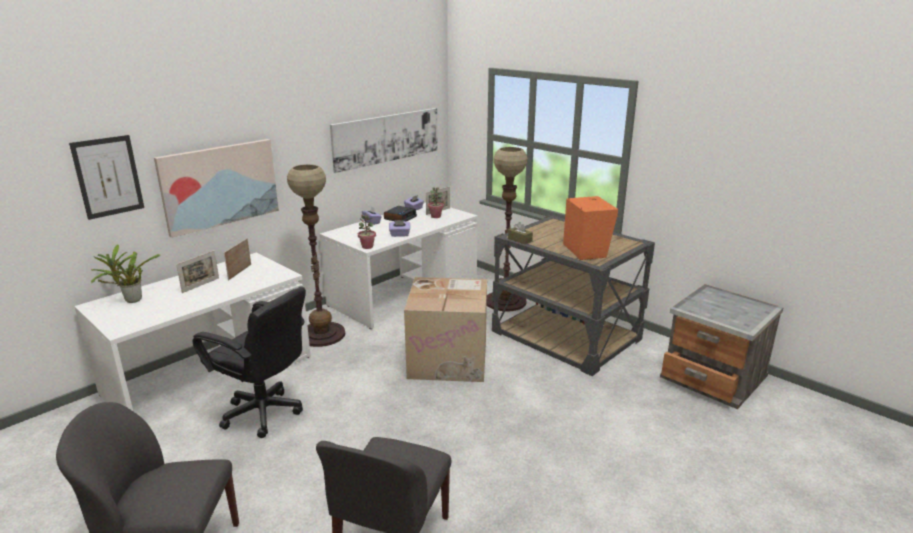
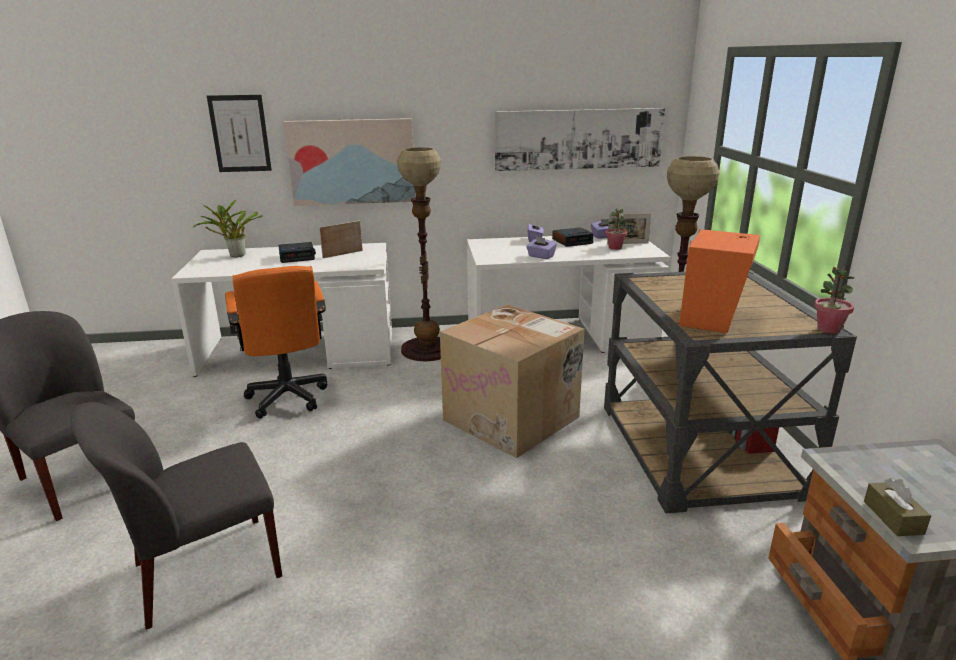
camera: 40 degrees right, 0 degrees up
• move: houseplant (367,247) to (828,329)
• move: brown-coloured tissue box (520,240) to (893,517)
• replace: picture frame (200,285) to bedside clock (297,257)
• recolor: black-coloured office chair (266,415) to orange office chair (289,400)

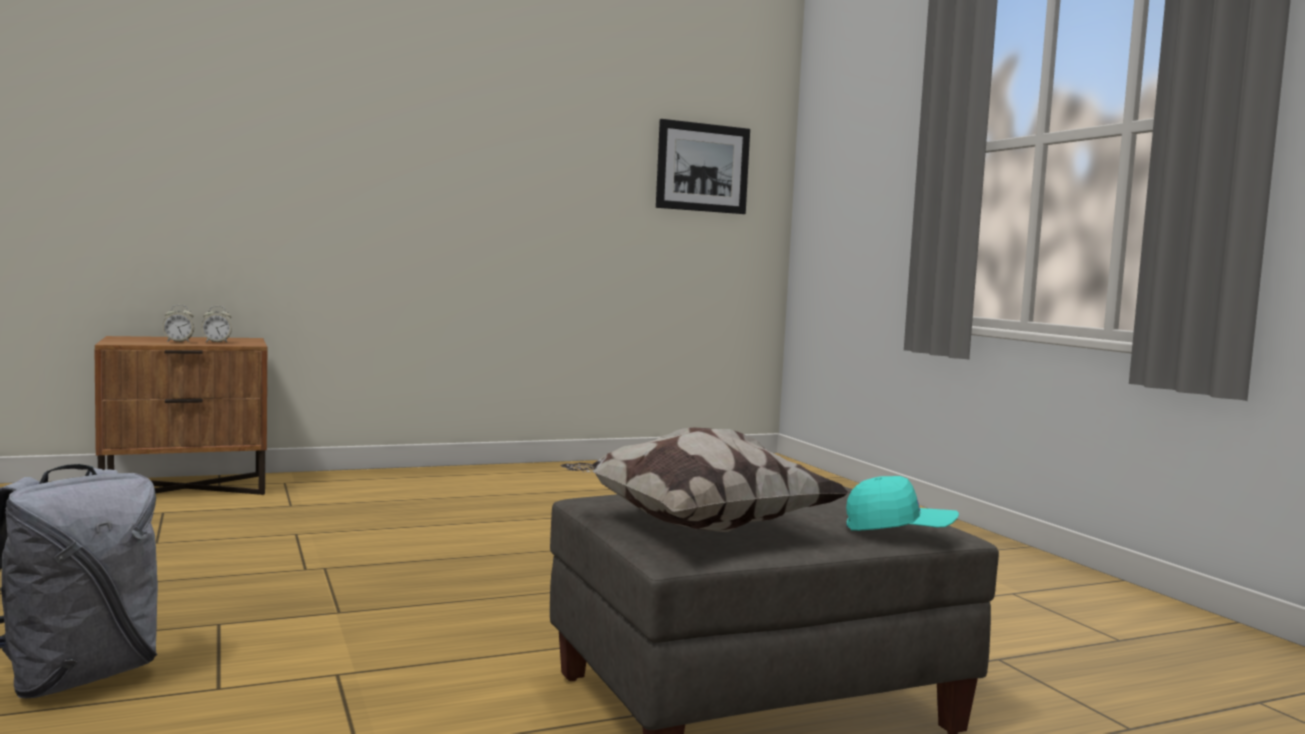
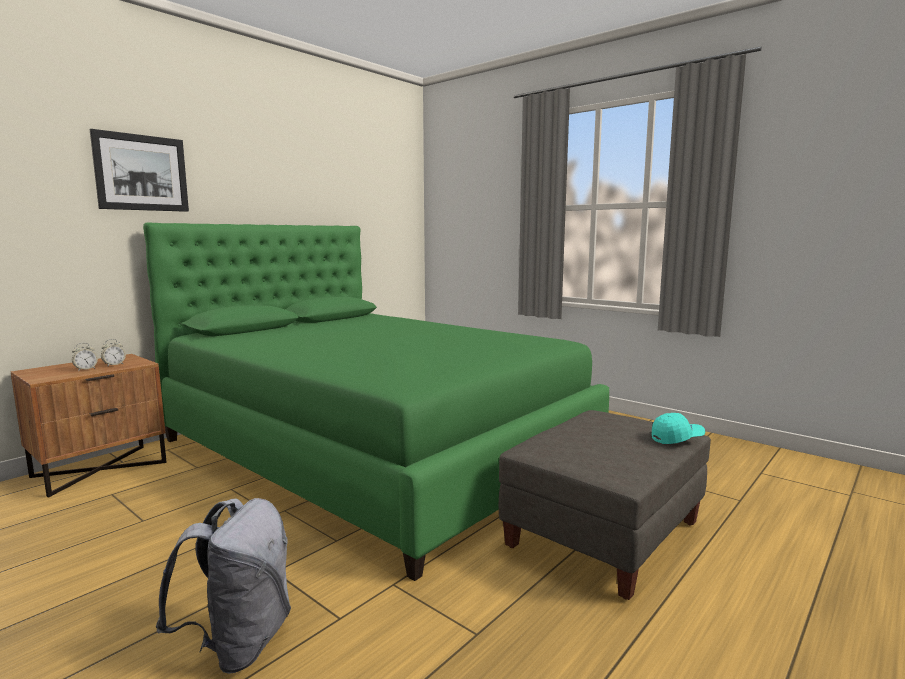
camera: 25 degrees left, 5 degrees up
• delete: throw pillow (696,527)
• insert: greenish sleeping bed (375,448)
• move: picture (702,167) to (141,173)

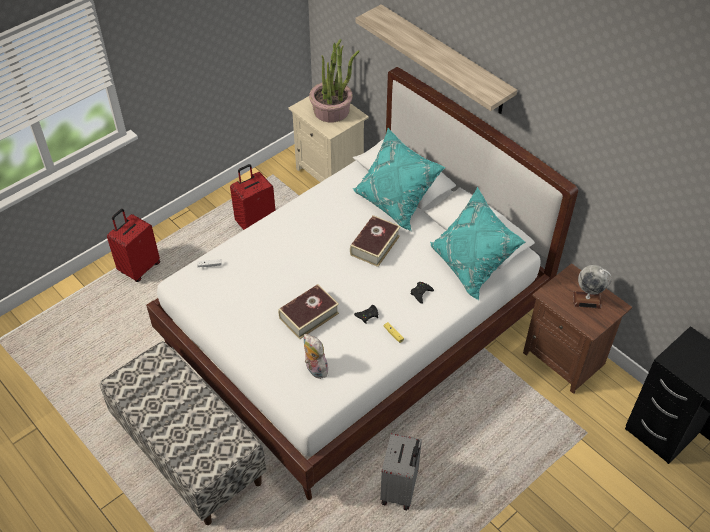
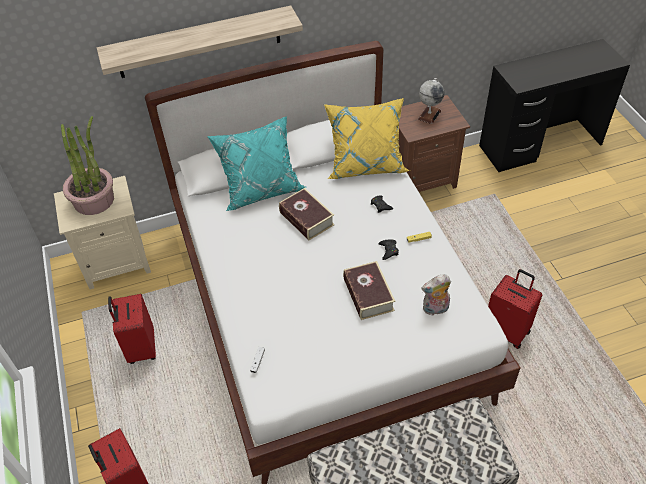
camera: 65 degrees left, 0 degrees up
• recolor: gray travel case (400,489) to reddish travel case (507,330)
• recolor: turquoise-coloured throw pillow (471,265) to yellowish throw pillow (366,163)

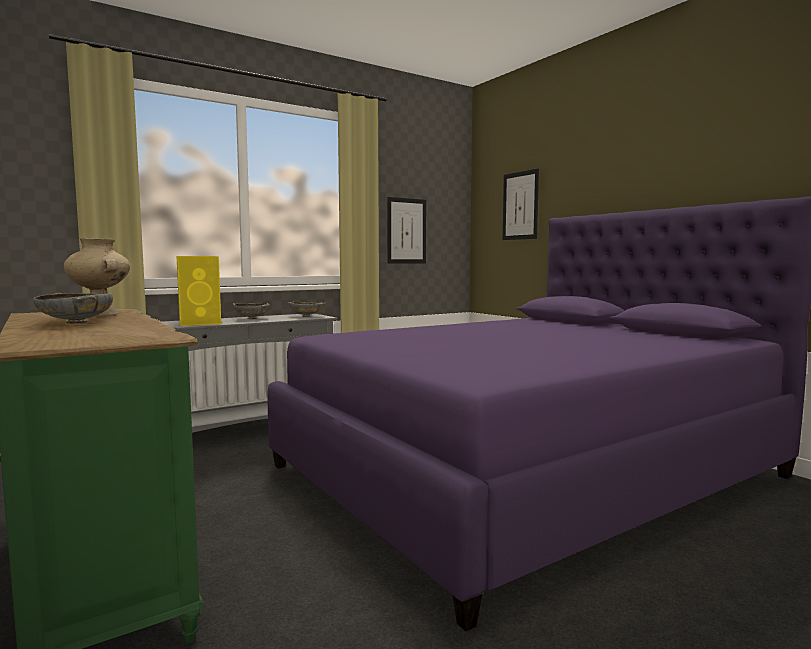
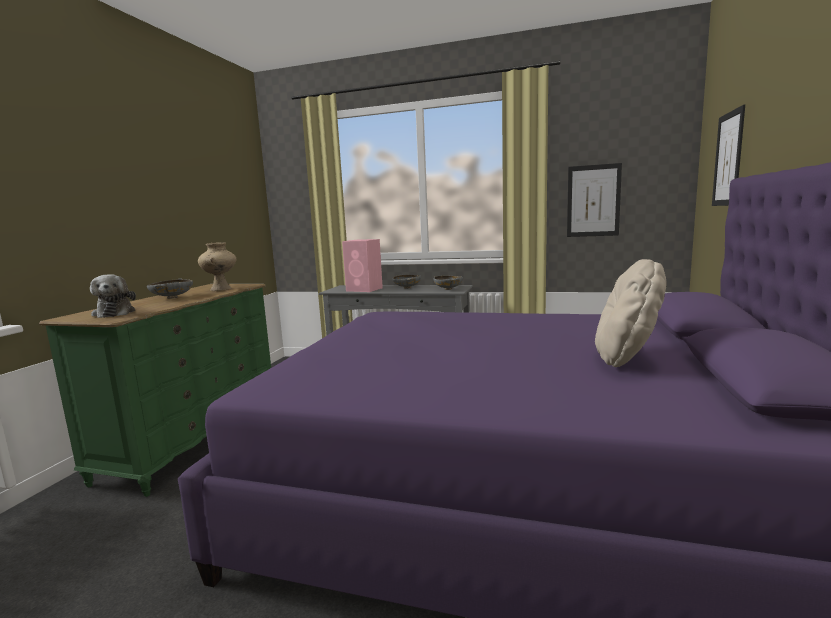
camera: 50 degrees right, 5 degrees up
• insert: plush toy (115,313)
• insert: beige-coloured throw pillow (626,361)
• recolor: yellowish audio speaker (201,323) to pink-coloured audio speaker (365,289)

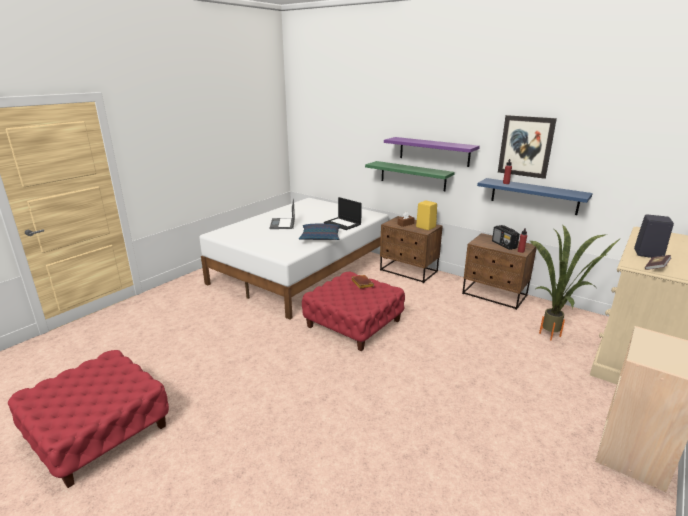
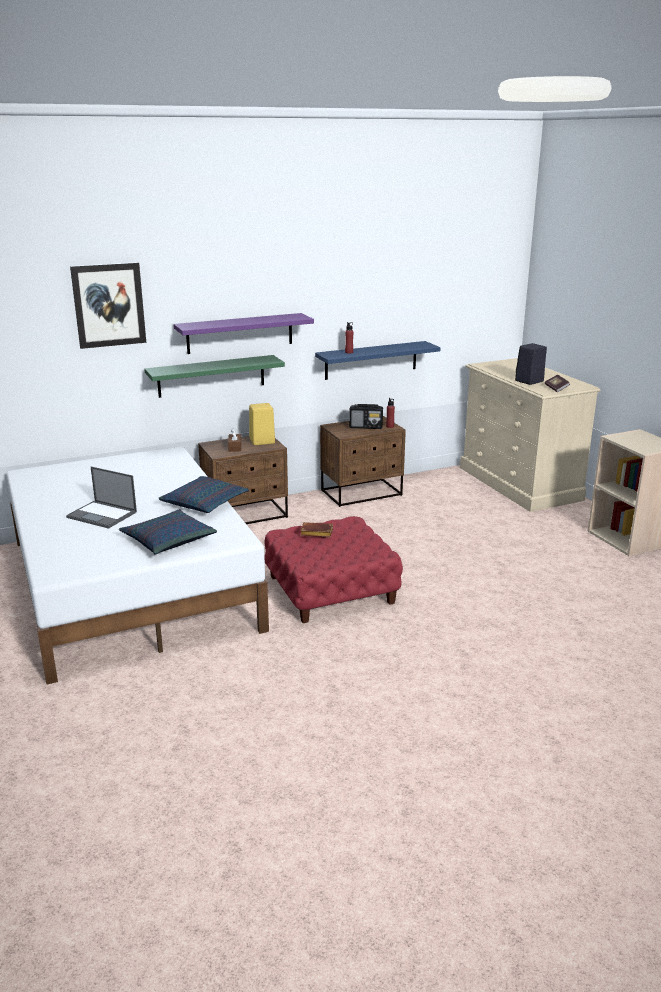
camera: 60 degrees left, 0 degrees up
• delete: reddish pouffe (98,431)
• delete: portable computer (343,223)
• delete: houseplant (555,334)
• insert: blue-coloured throw pillow (168,540)
• move: picture (526,146) to (109,305)

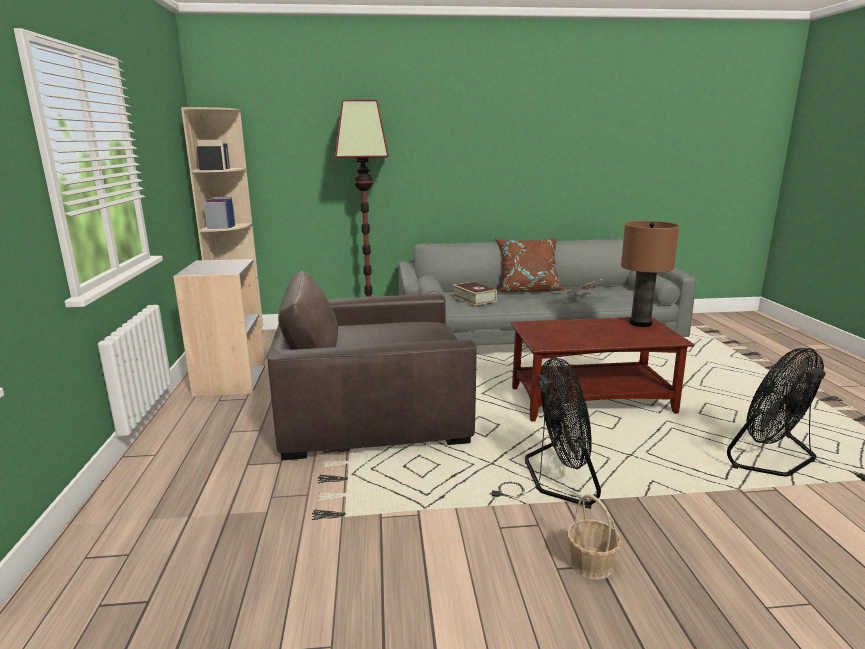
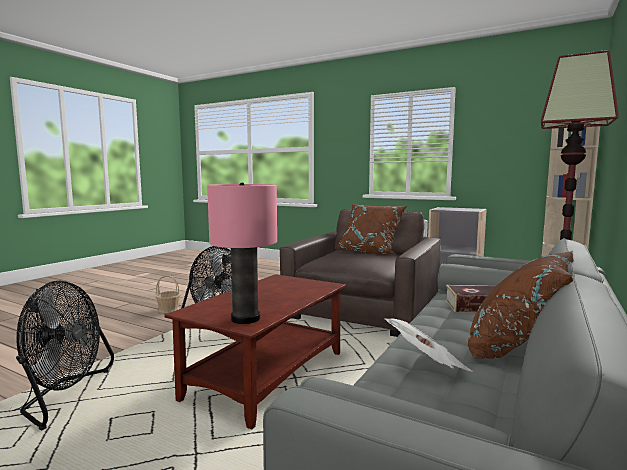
camera: 125 degrees right, 10 degrees down
• insert: brown-coloured throw pillow (370,251)
• recolor: brown-coloured tabletop lamp (640,323) to pink-coloured tabletop lamp (245,318)

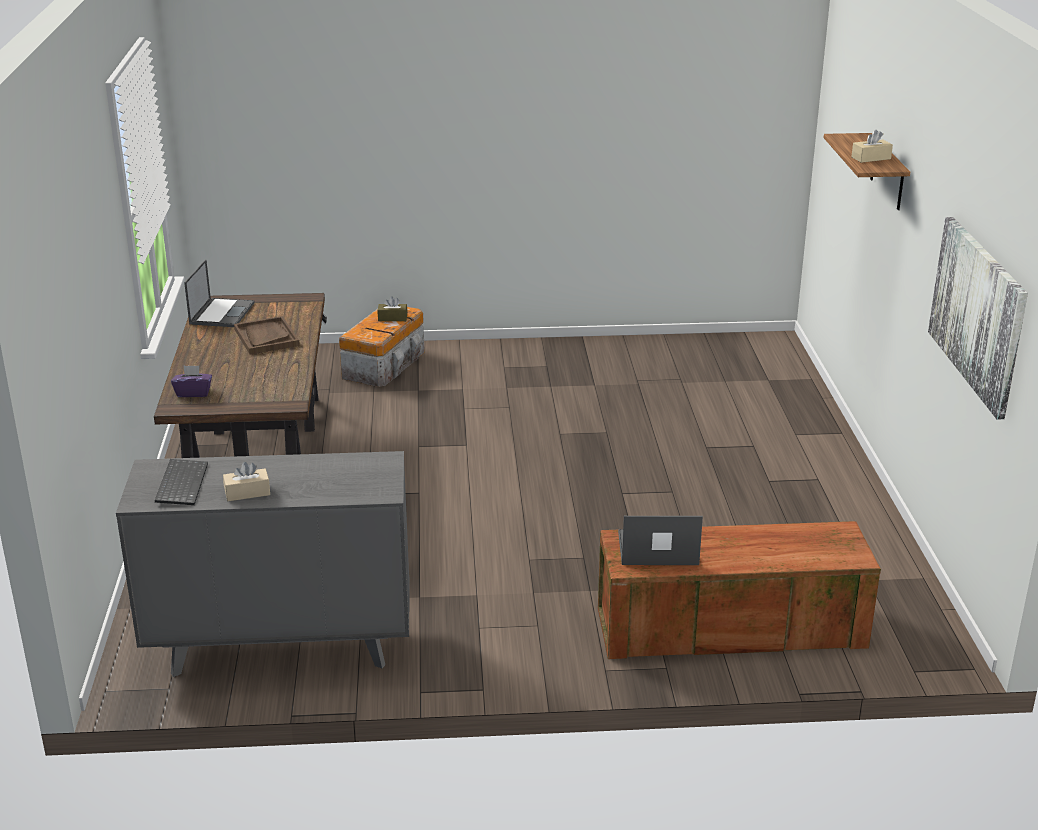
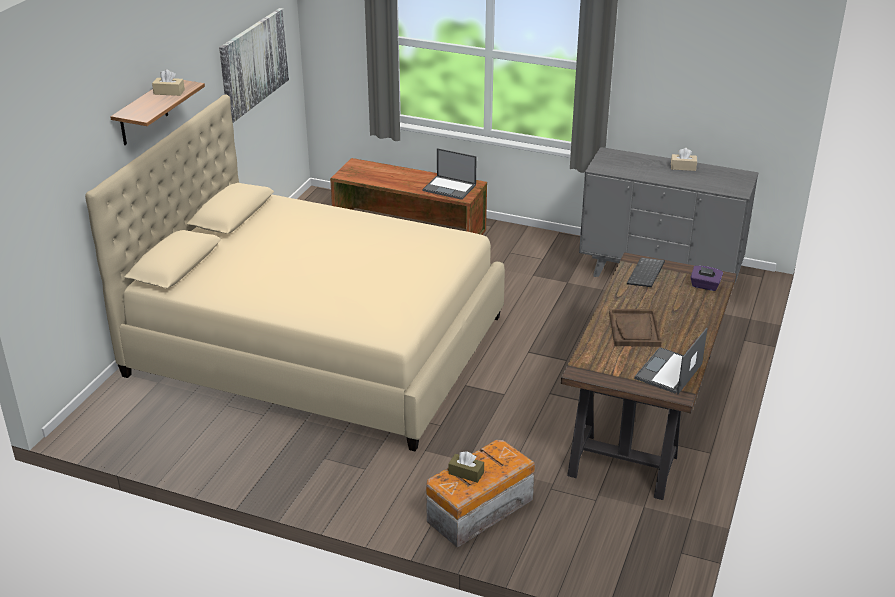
camera: 155 degrees left, 5 degrees up
• insert: beige-coloured sleeping bed (317,345)
• move: computer keyboard (180,483) to (646,274)

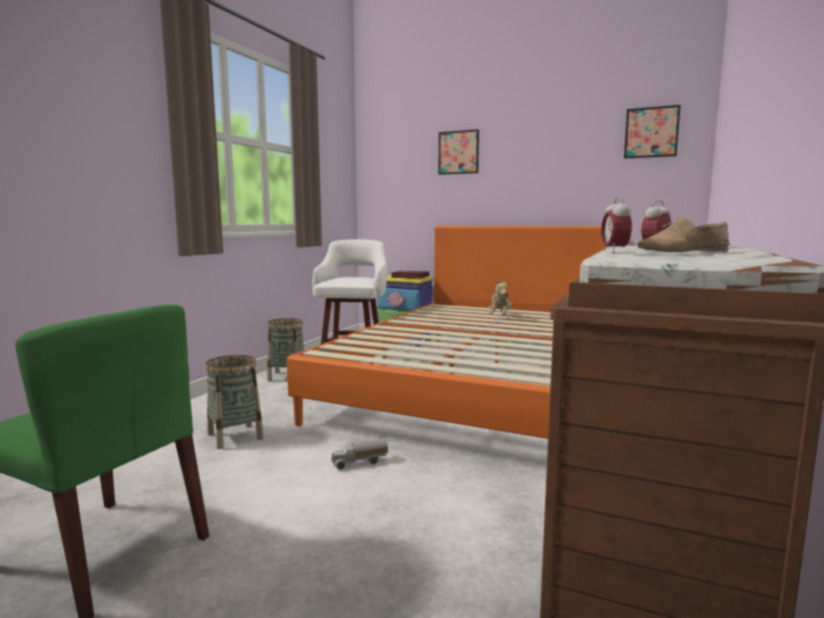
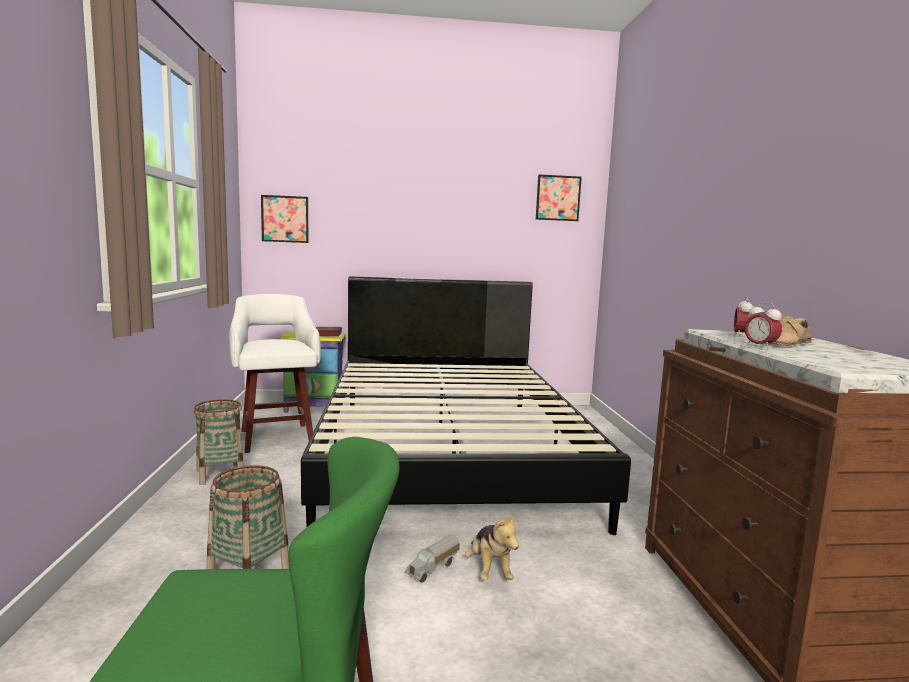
camera: 30 degrees left, 0 degrees up
• move: picture (458,152) to (285,219)
• move: plush toy (500,316) to (489,570)
• recolor: orange sleeping bed (480,386) to black-coloured sleeping bed (448,451)

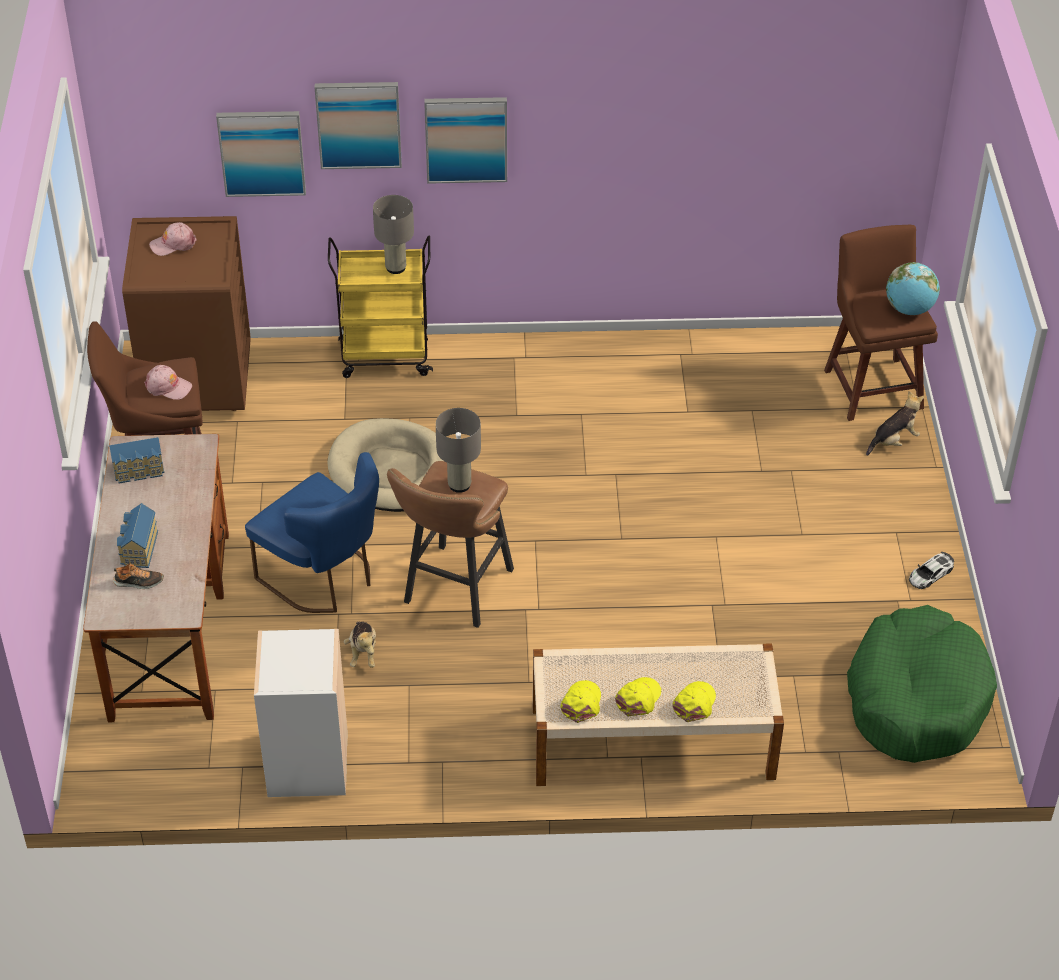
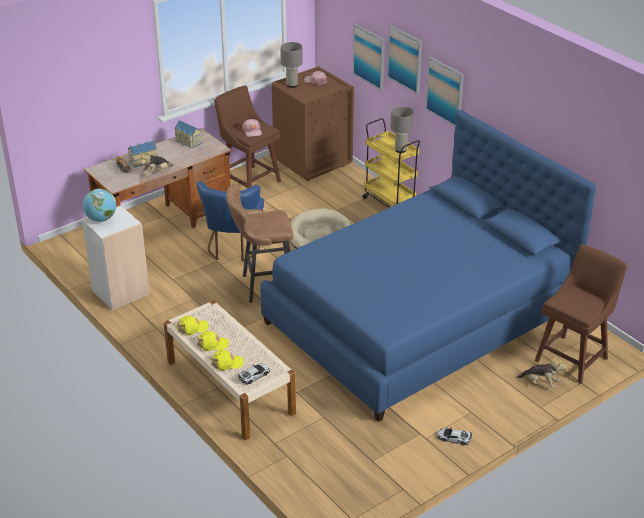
camera: 55 degrees right, 10 degrees down
• delete: greenish dog bed (916,698)
• insert: miniature car (254,375)
• insert: blue-coloured sleeping bed (420,318)
• move: plush toy (363,652) to (156,173)
• move: gray tabletop lamp (460,484) to (292,85)
• move: globe (909,309) to (101,219)

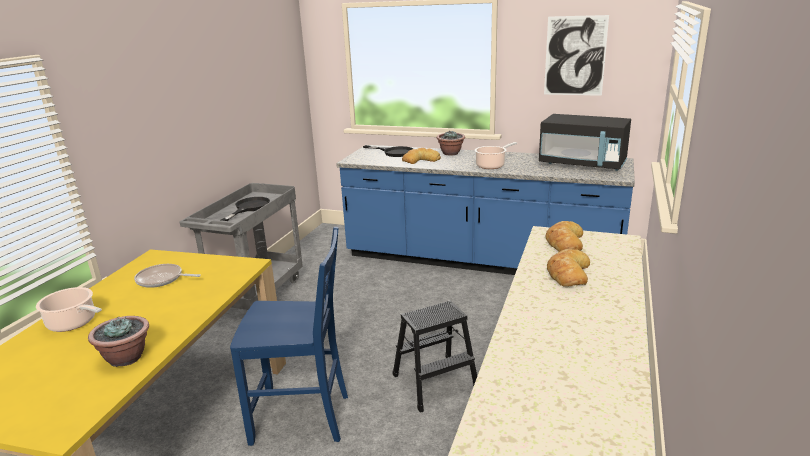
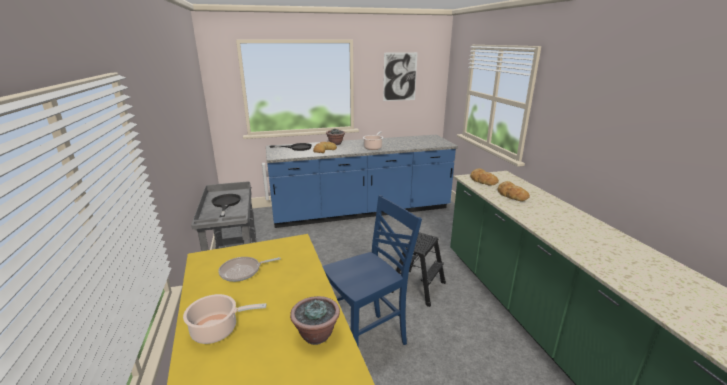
camera: 35 degrees left, 0 degrees up
• delete: black-coloured microwave (582,164)

